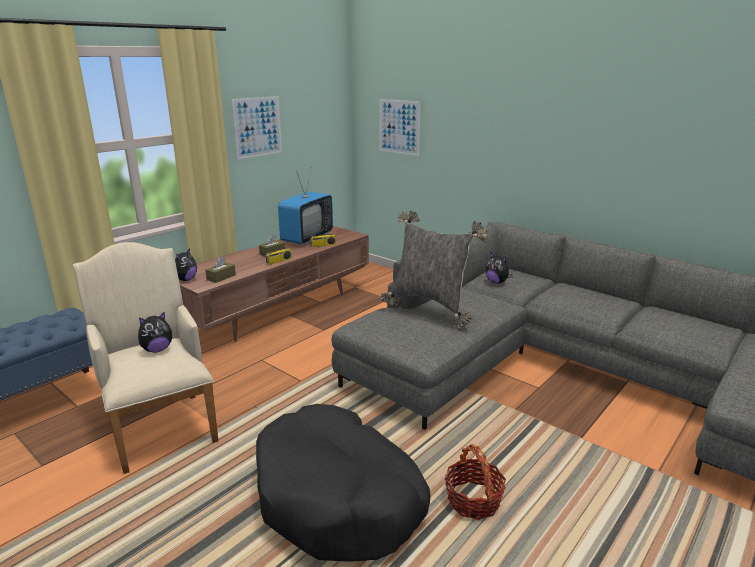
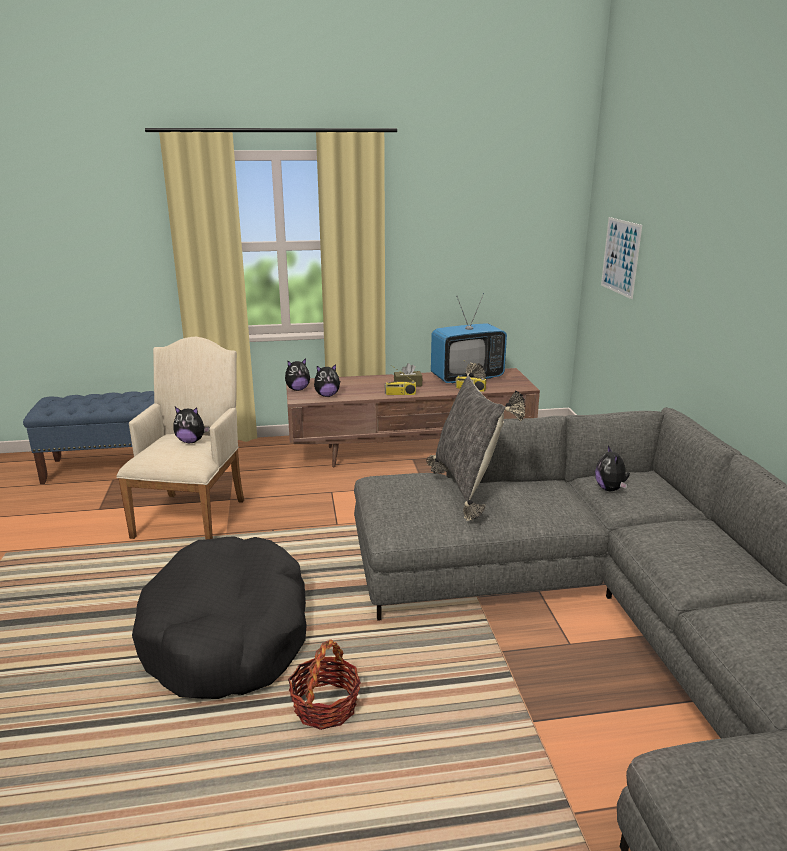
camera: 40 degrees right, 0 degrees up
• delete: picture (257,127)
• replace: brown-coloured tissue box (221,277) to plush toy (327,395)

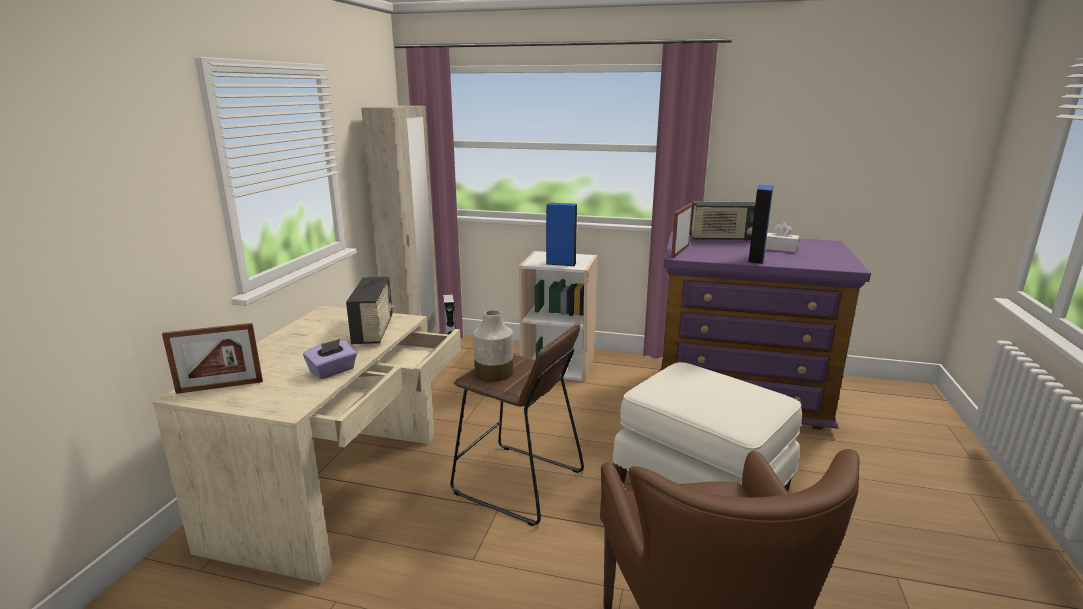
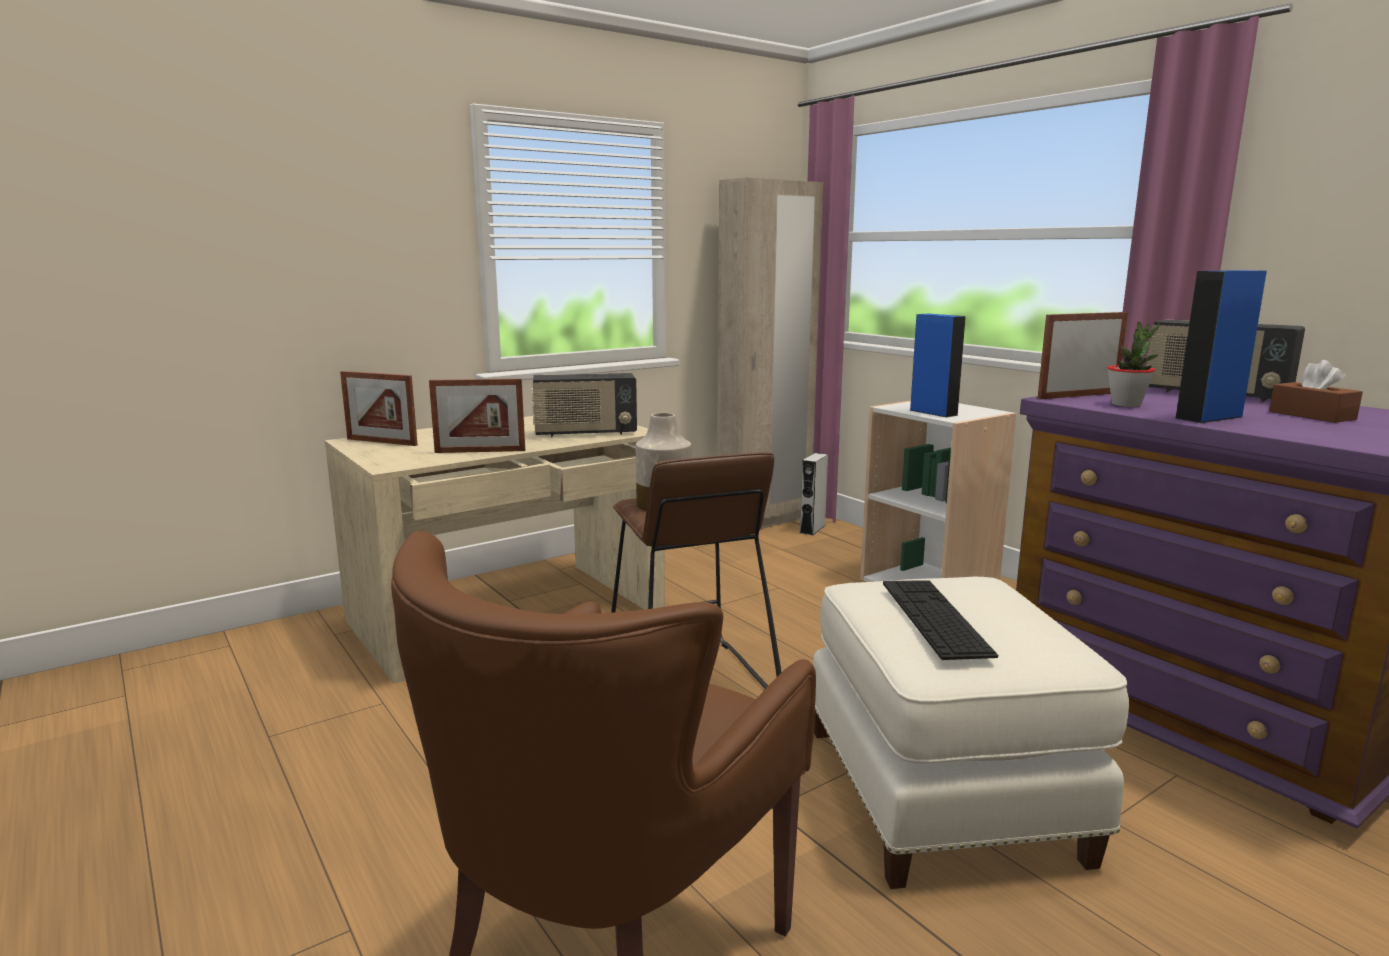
camera: 40 degrees right, 5 degrees down
• insert: computer keyboard (934,617)
• insert: houseplant (1126,404)
• replace: purple-coloured tissue box (332,371) to picture frame (480,451)
• recolor: whitish tissue box (780,248) to brown-coloured tissue box (1311,415)
• rotate: radio receiver (374,331) = (585,433) 45 degrees clockwise

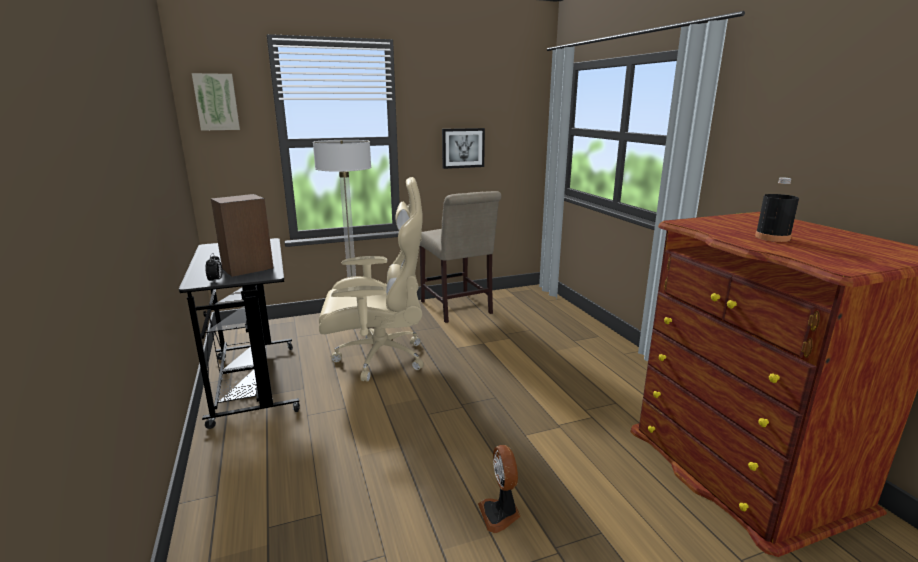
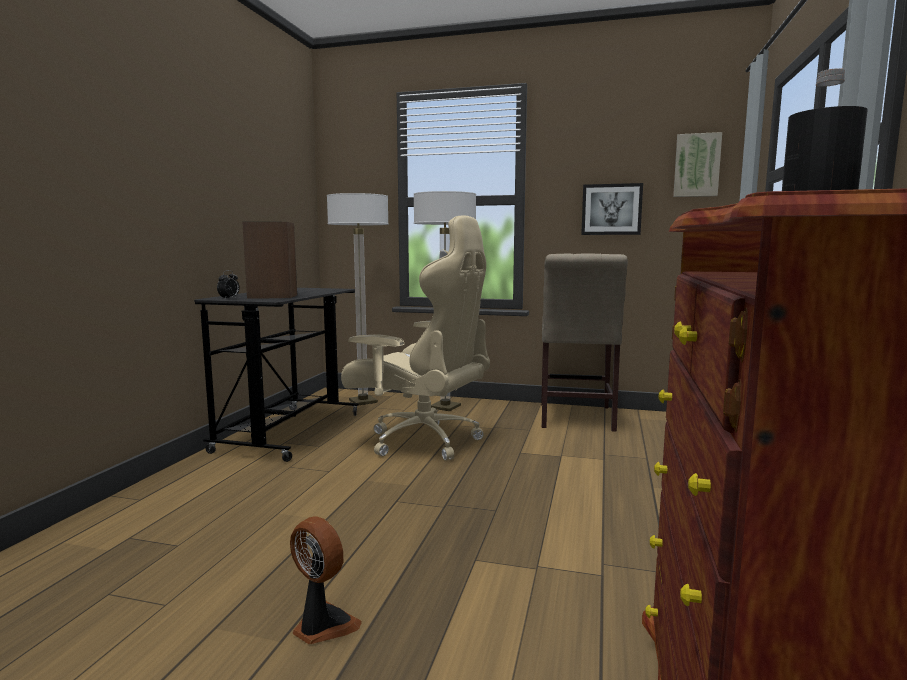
camera: 35 degrees right, 10 degrees down
• insert: standard lamp (363,401)
• move: picture (216,102) to (696,165)
• rotate: fan (500,514) = (322,626) 105 degrees clockwise

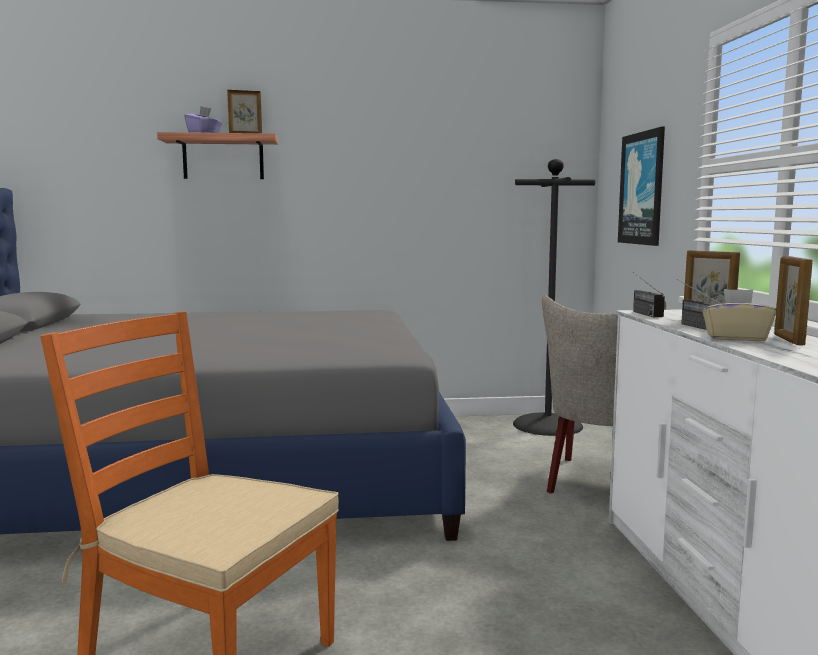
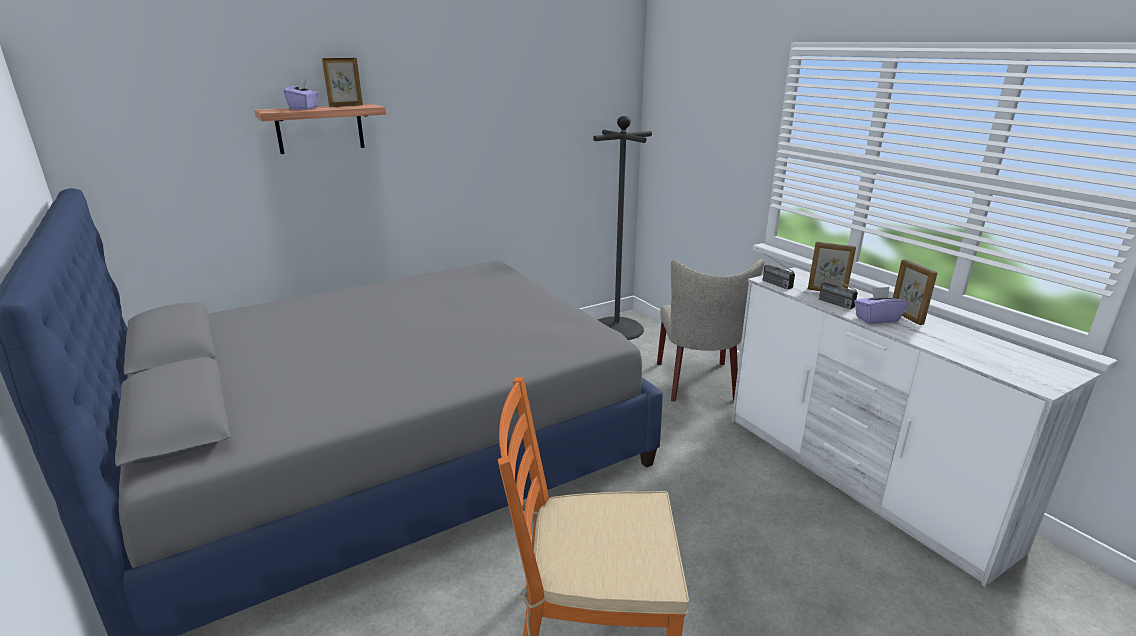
camera: 25 degrees left, 15 degrees up
• delete: picture (642,188)
• recolor: beige-coloured tissue box (735,338) to purple-coloured tissue box (876,319)

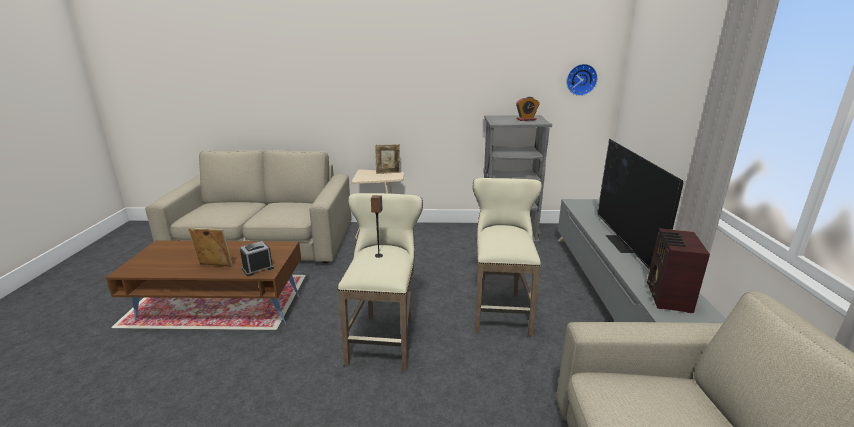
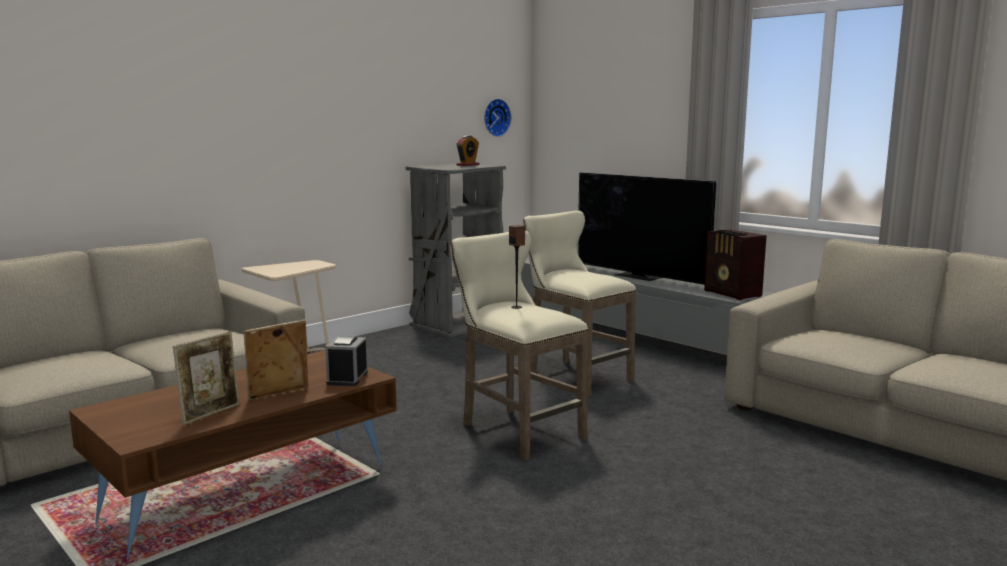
camera: 45 degrees left, 10 degrees down
• move: picture frame (388,173) to (211,413)

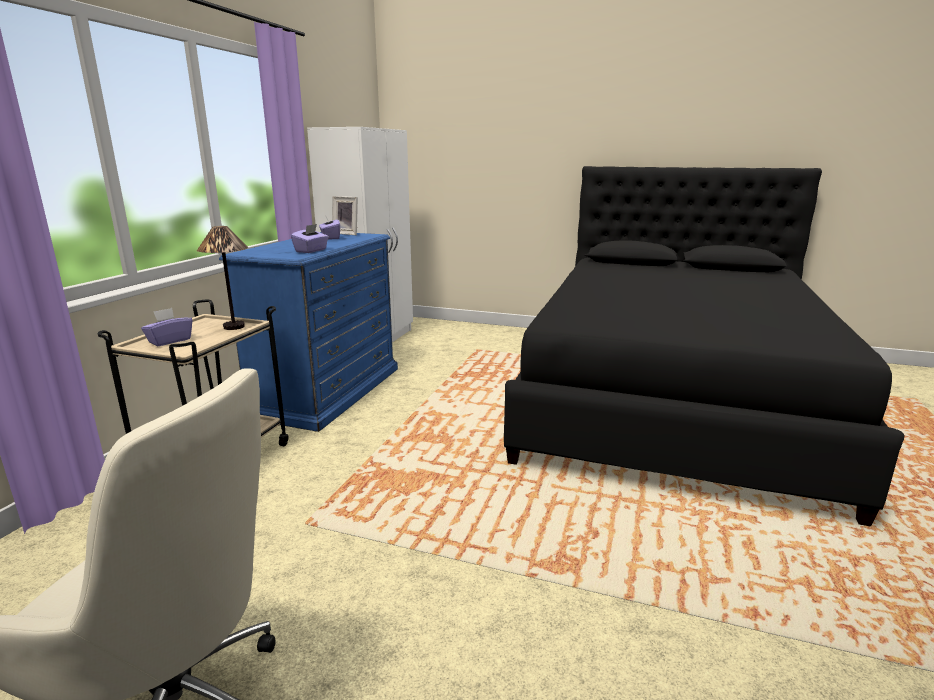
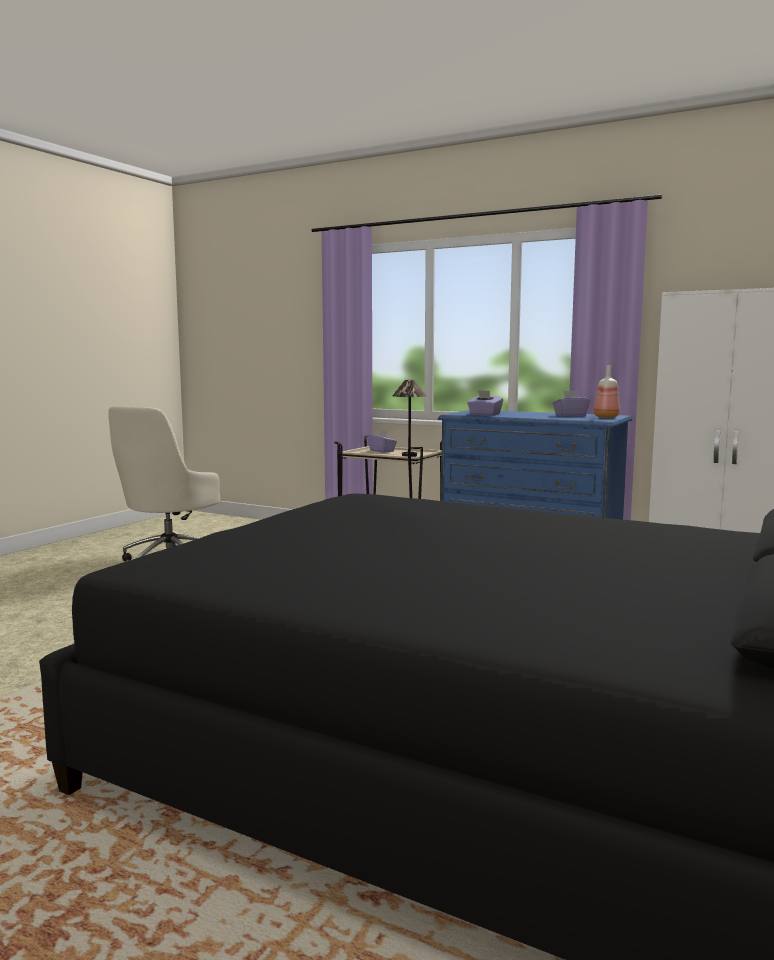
camera: 100 degrees right, 10 degrees down
• replace: picture frame (347,233) to bottle (606,417)

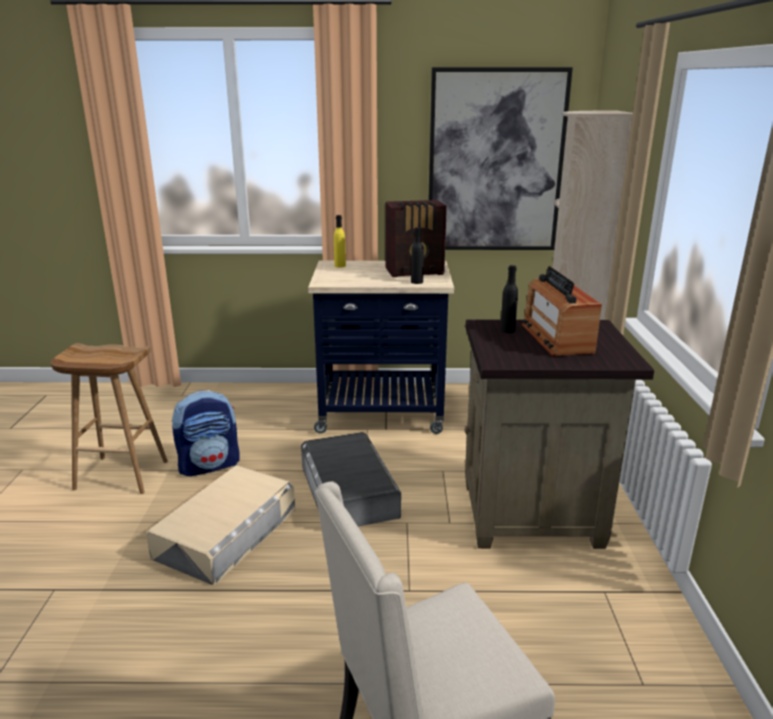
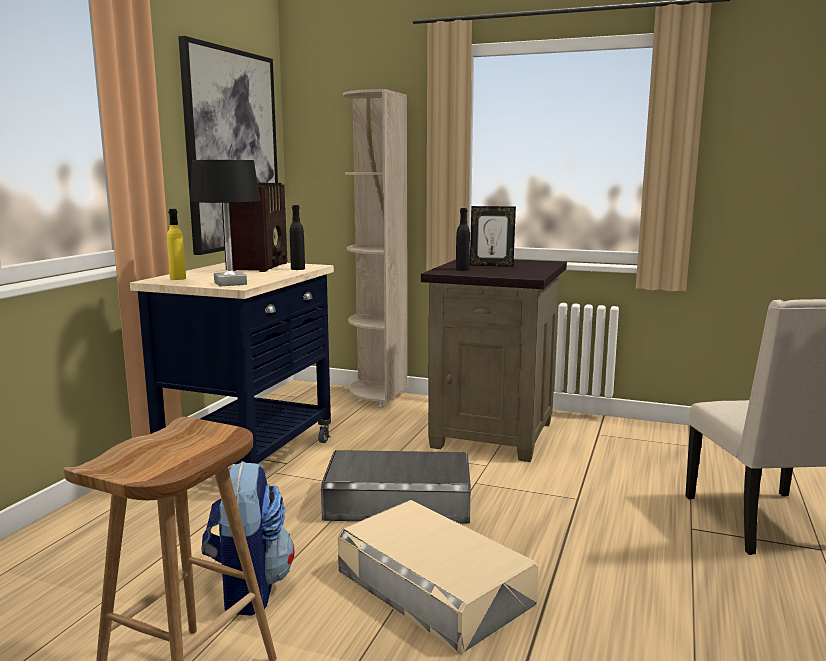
camera: 70 degrees left, 10 degrees down
• insert: black-coloured tabletop lamp (230,283)
• replace: radio receiver (556,338) to picture frame (491,265)

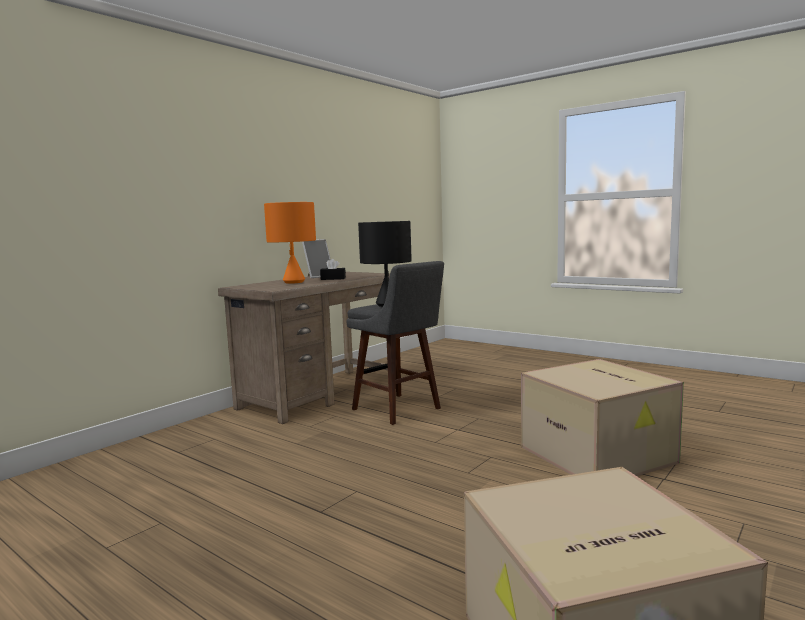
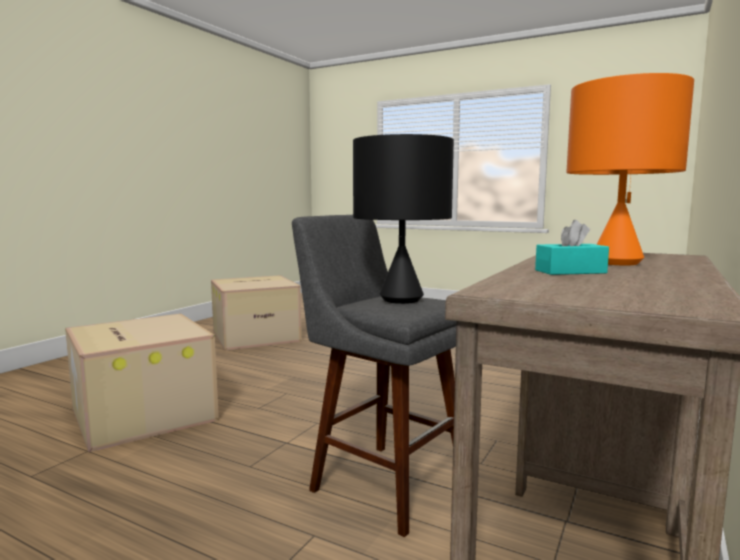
camera: 170 degrees right, 0 degrees up
• delete: picture frame (318,276)
• recolor: black-coloured tissue box (333,279) to turquoise-coloured tissue box (570,271)

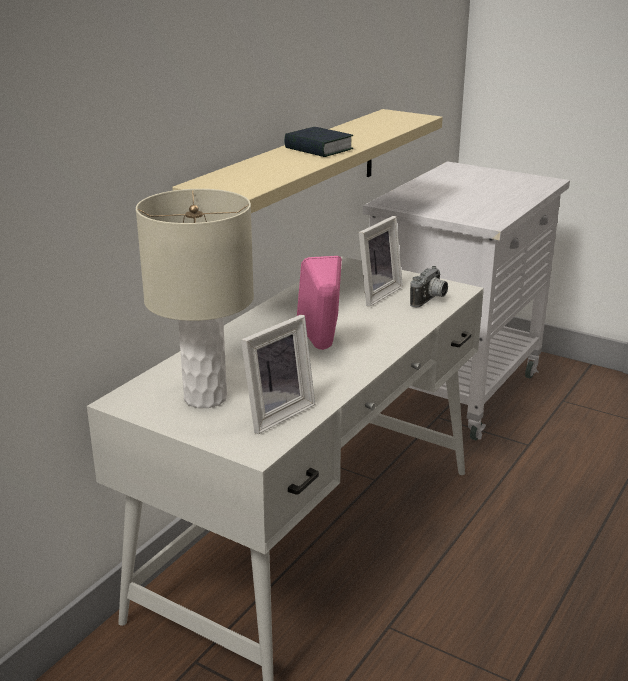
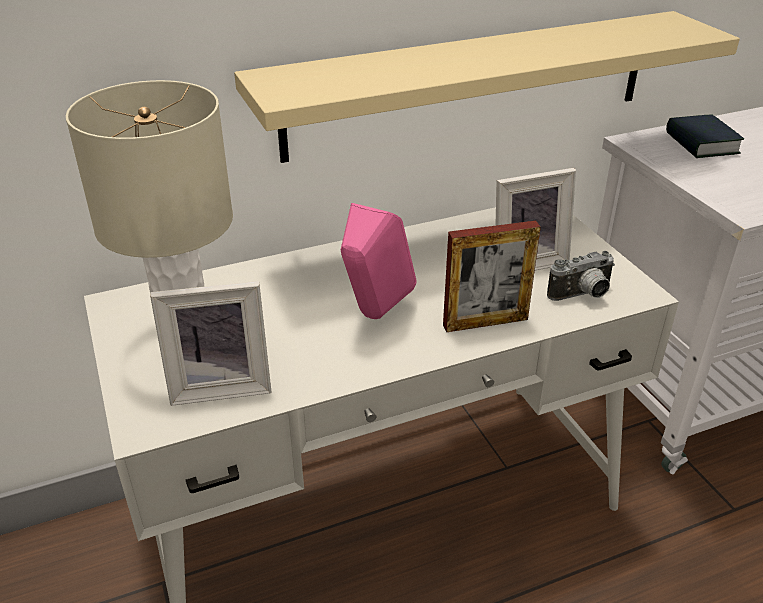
camera: 35 degrees right, 10 degrees up
• insert: picture frame (485,322)
• move: bound book (318,149) to (701,143)

